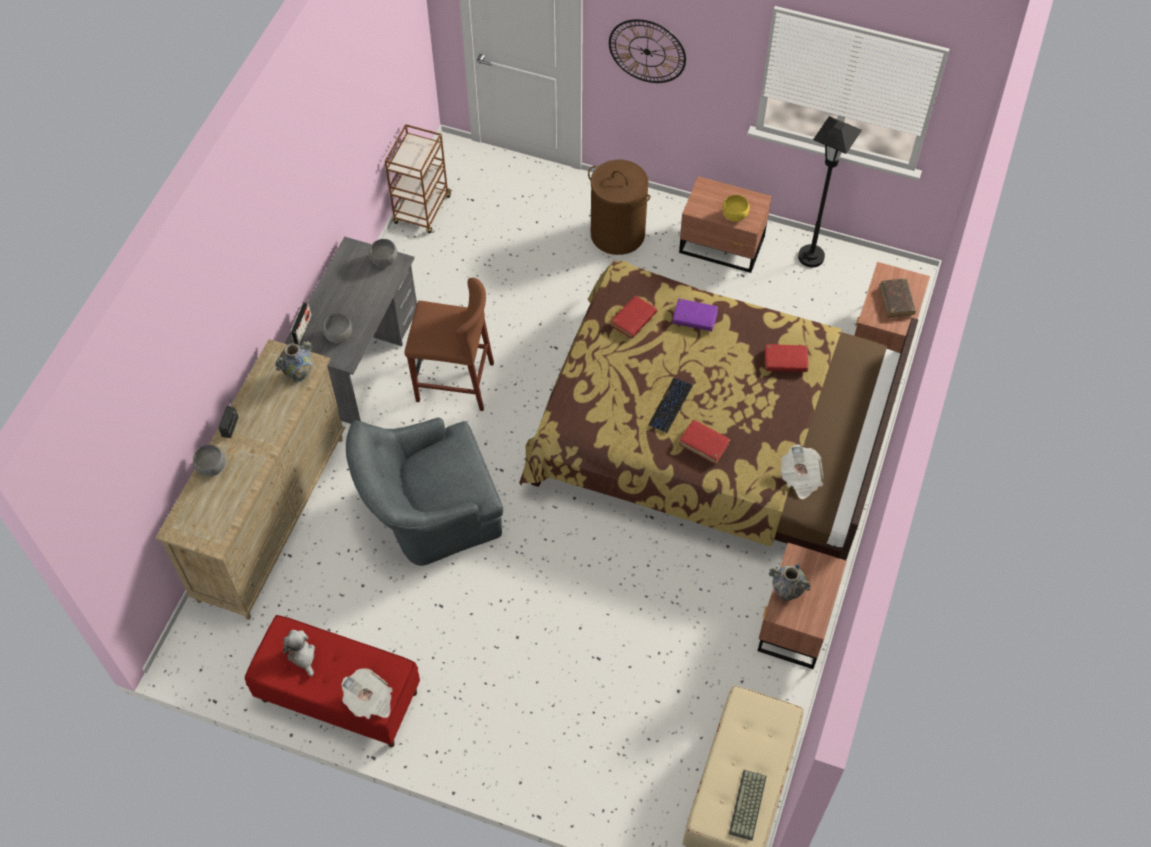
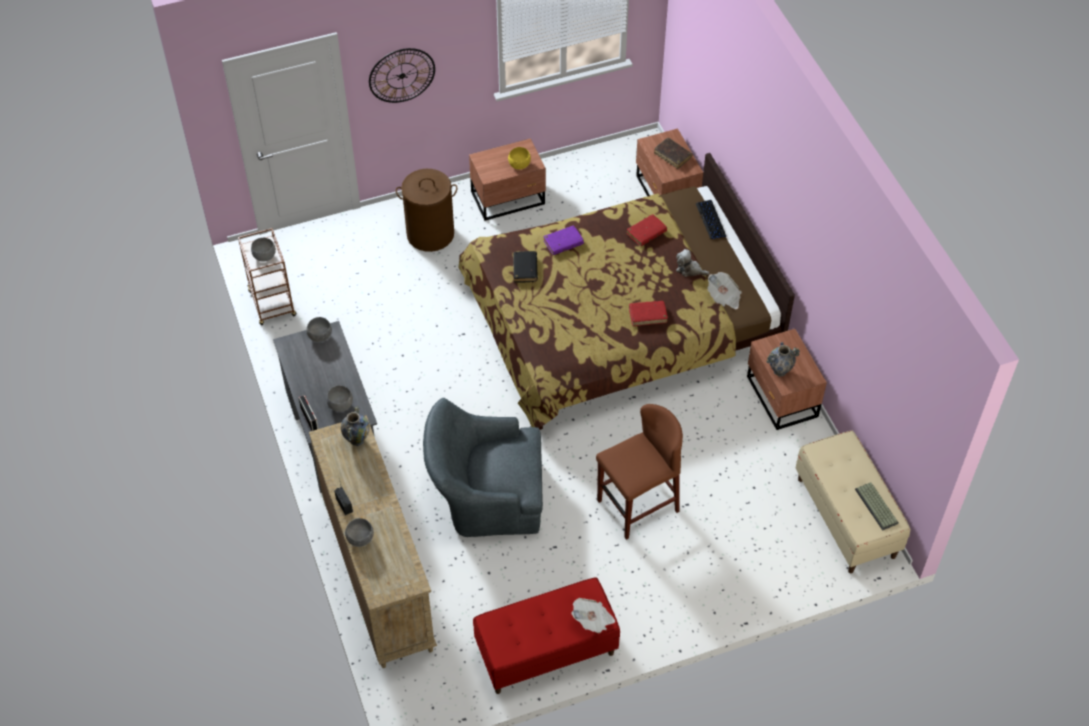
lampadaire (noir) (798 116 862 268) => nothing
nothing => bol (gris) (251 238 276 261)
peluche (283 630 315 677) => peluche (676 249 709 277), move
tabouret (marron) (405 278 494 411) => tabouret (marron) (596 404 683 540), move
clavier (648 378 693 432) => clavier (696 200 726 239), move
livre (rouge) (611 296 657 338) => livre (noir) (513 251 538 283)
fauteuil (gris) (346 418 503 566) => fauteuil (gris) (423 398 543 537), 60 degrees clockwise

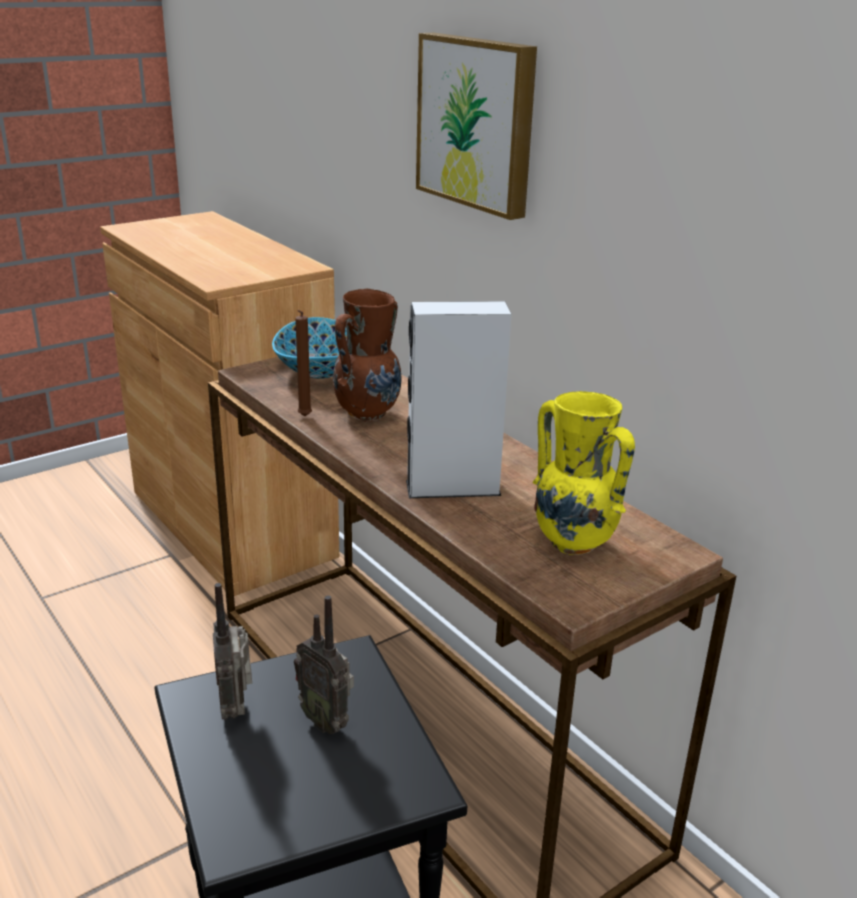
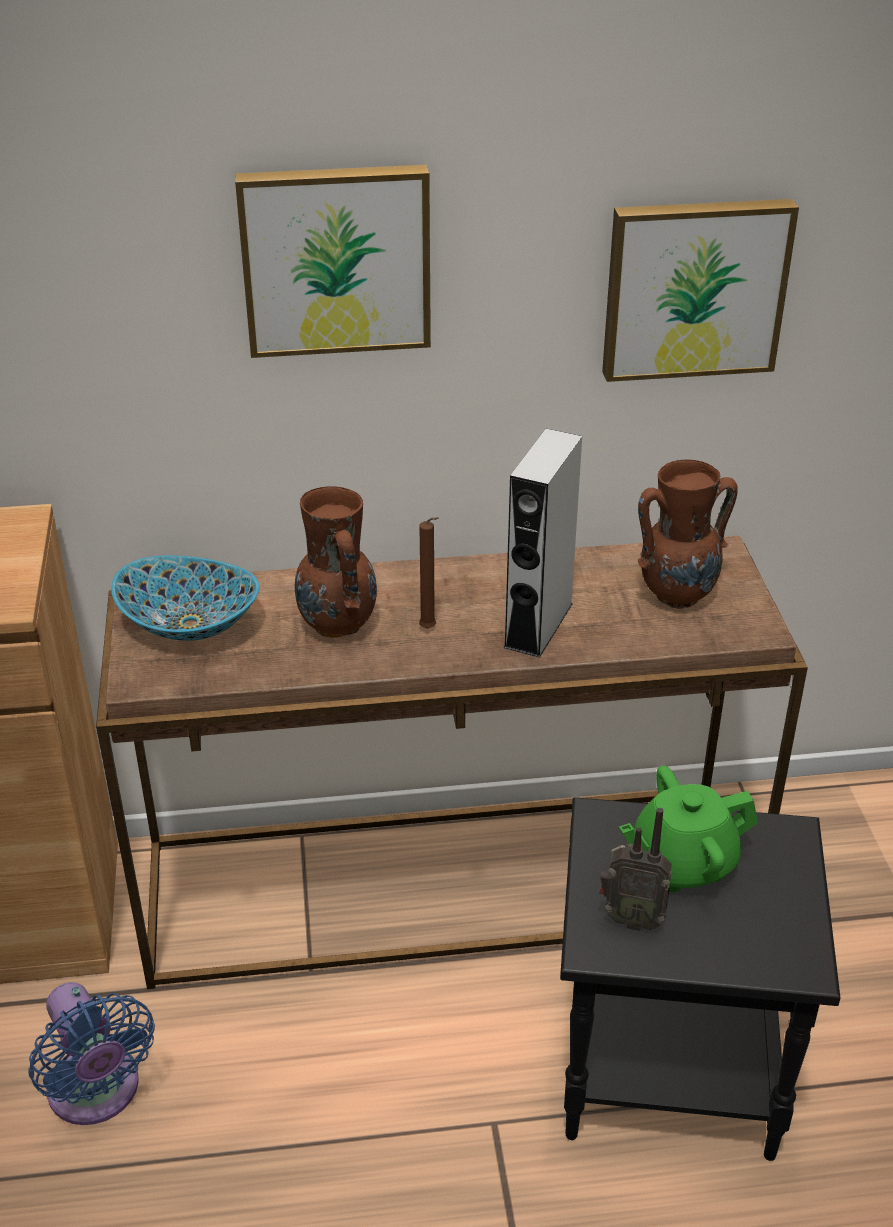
nothing => ventilateur (bleu) (28 982 155 1125)
nothing => tableau (602 199 799 382)
bougie (marron) (295 310 312 416) => bougie (marron) (419 517 439 629), move
radio (294 595 354 734) => théière (vert) (619 766 758 892)
vase (jaune) (533 391 635 555) => vase (marron) (638 460 738 609)

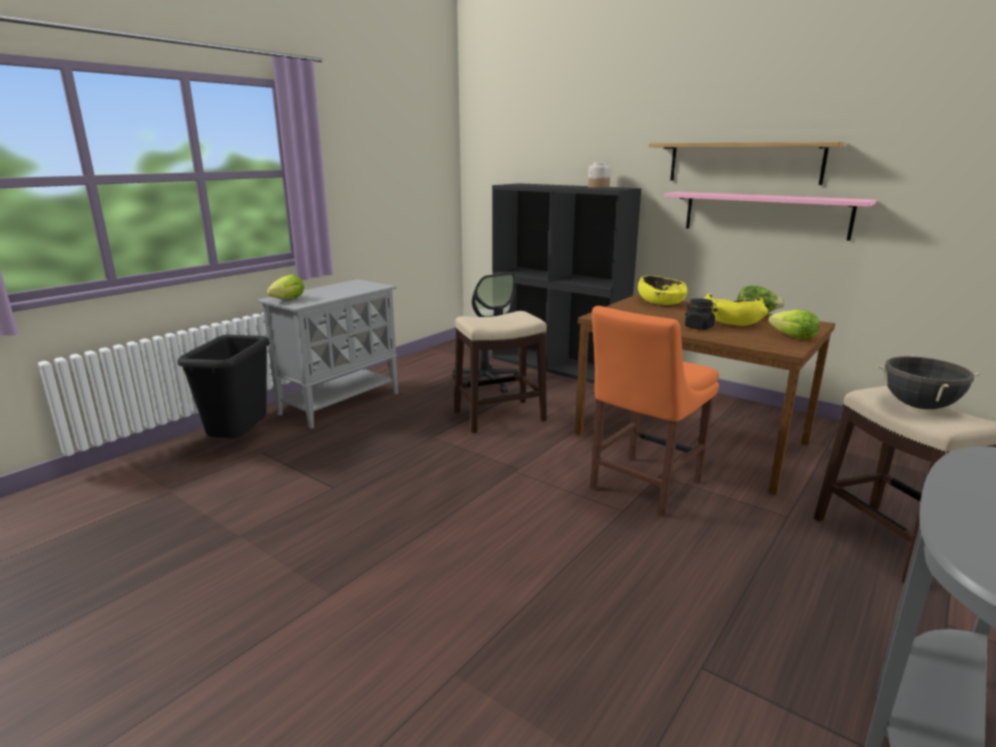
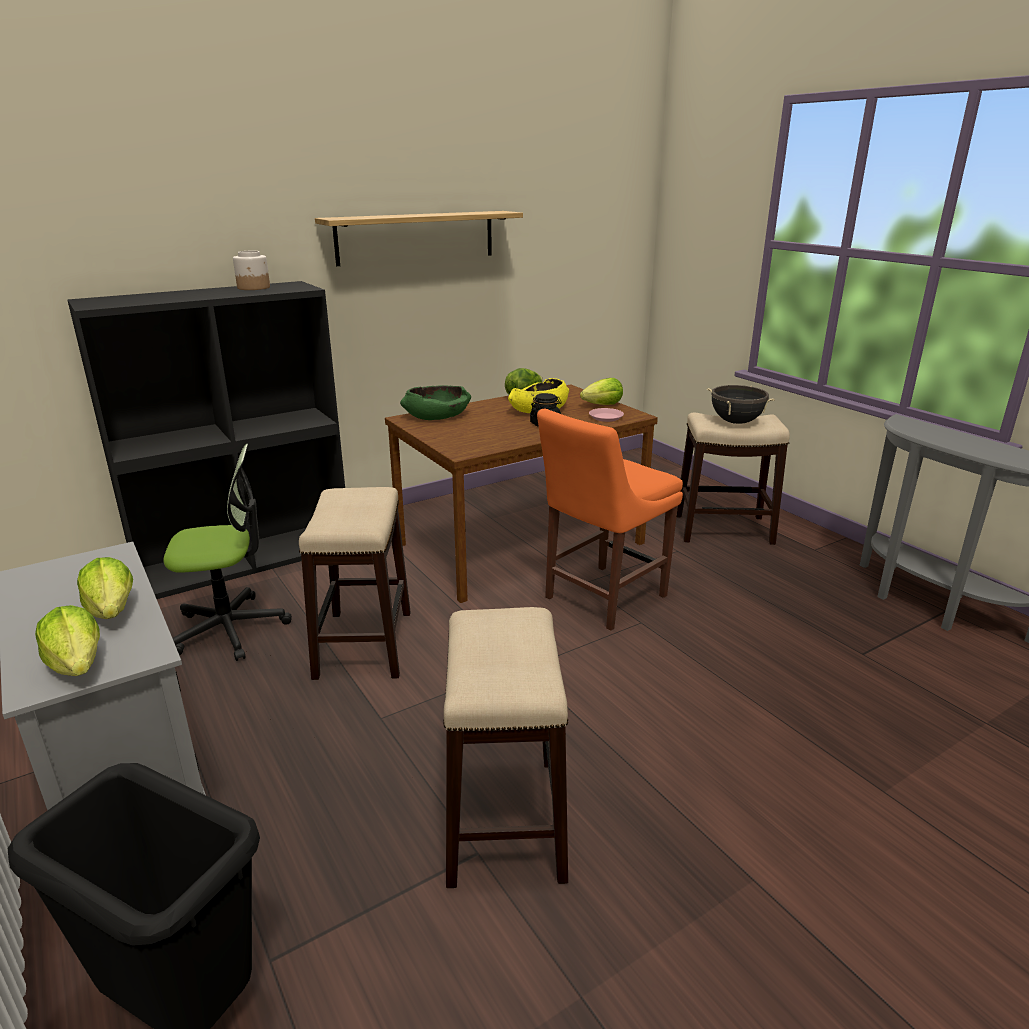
étagère (rose) (664 192 876 241) => nothing
nothing => laitue (77 557 133 619)
nothing => tabouret (443 607 568 888)
nothing => assiette (rose) (589 408 624 422)
bol (jaune) (638 275 687 305) => bol (vert) (400 385 471 420)
chaise (orange) (590 306 719 517) => chaise (orange) (537 409 683 631), 75 degrees clockwise

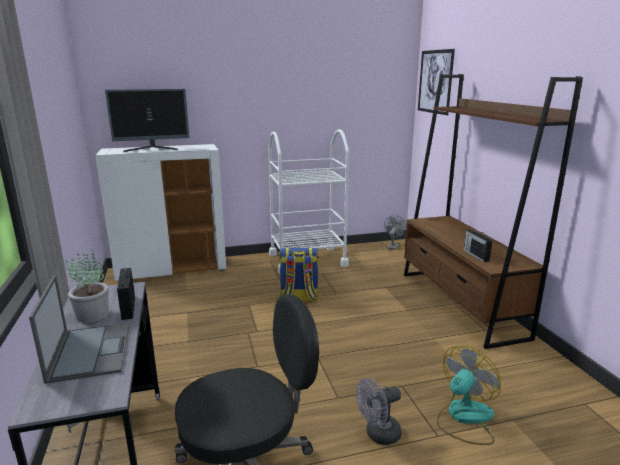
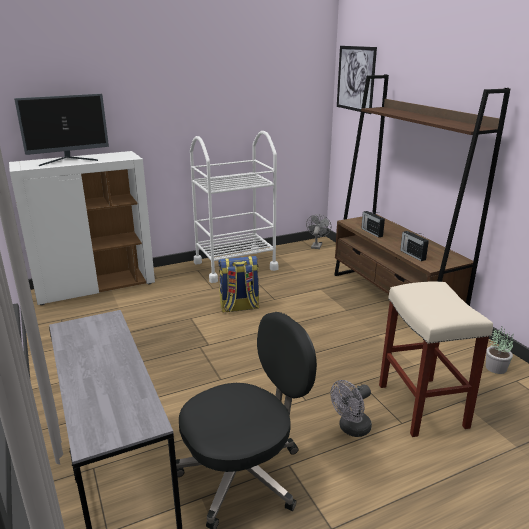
ordinateur portable (29 275 130 384) => nothing
plante en pot (66 253 109 323) => plante en pot (486 326 514 374), move
radio (117 268 135 320) => radio (361 211 385 238), move
ventilateur (437 346 501 445) => tabouret (beige) (379 281 493 437)

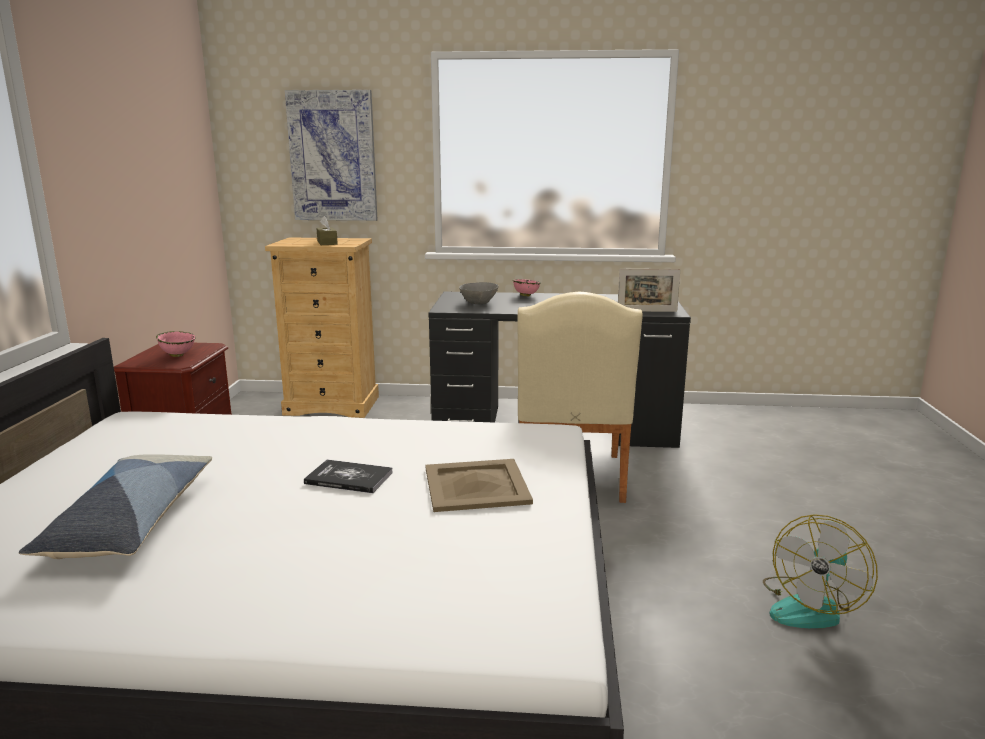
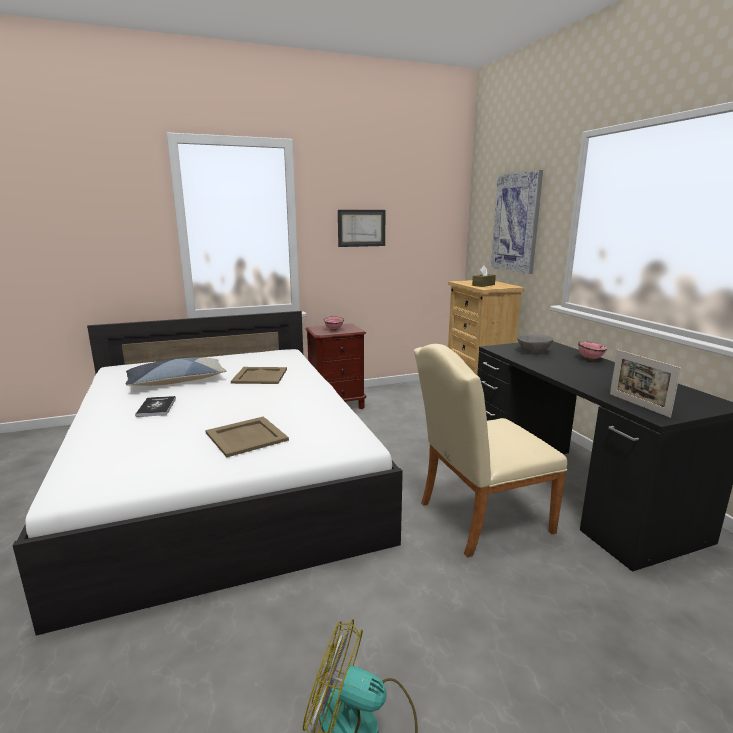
nothing => plateau (beige) (231 367 287 384)
nothing => tableau (338 210 386 247)
livre (304 460 393 493) => livre (135 396 176 417), move

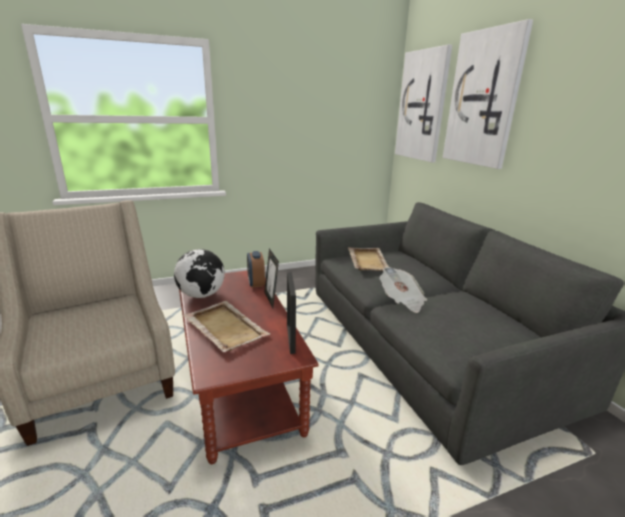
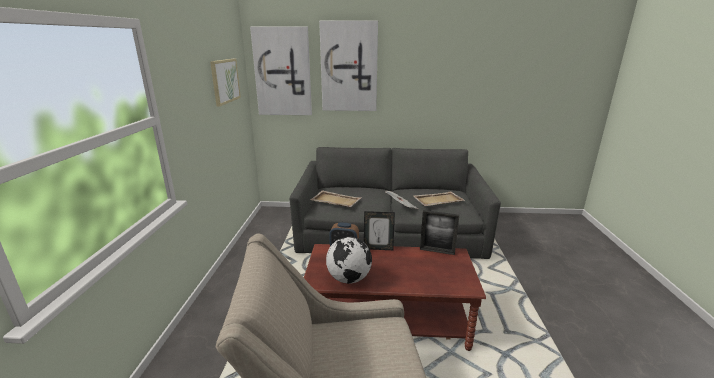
nothing => tableau (210 59 241 106)
plateau (beige) (183 301 271 352) => plateau (beige) (413 191 465 206), move

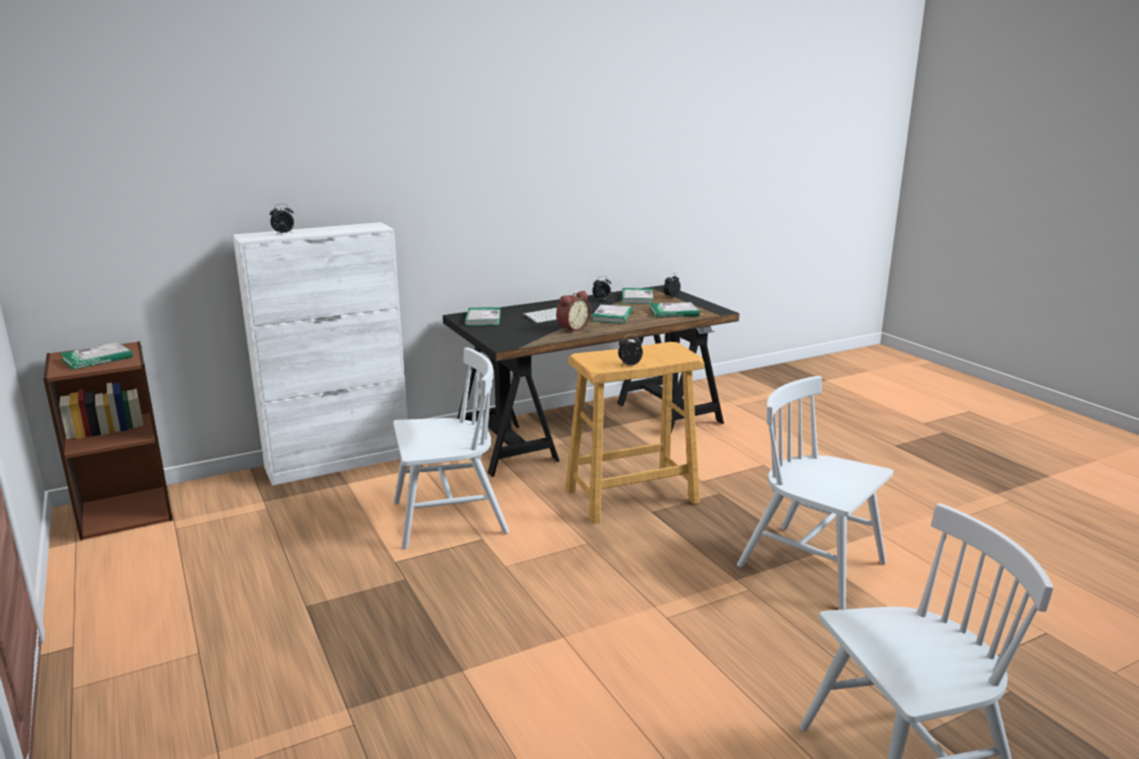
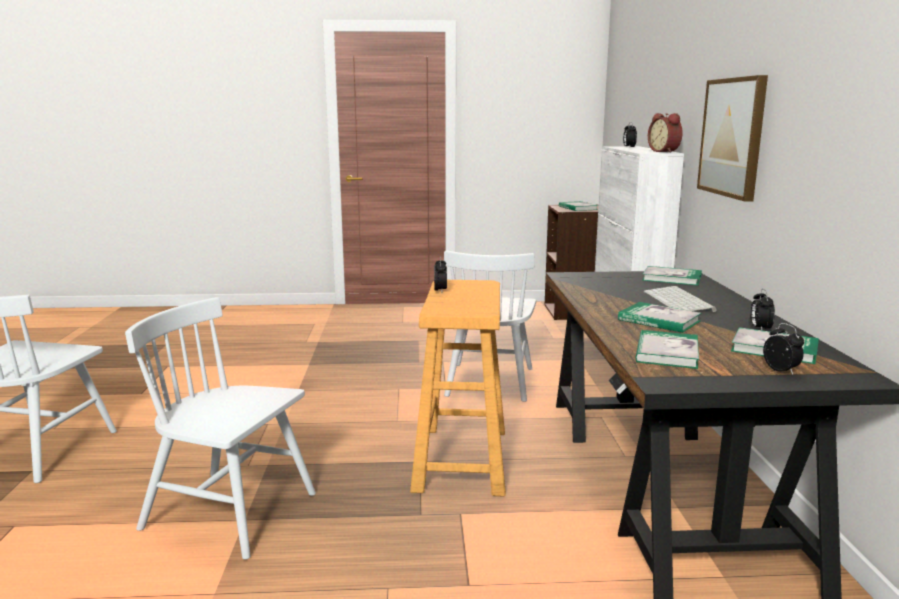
nothing => tableau (697 75 768 202)
réveil (556 291 591 333) => réveil (648 113 683 153), move
chaise (blanc) (737 376 893 610) => chaise (blanc) (125 297 316 560), 135 degrees counterclockwise

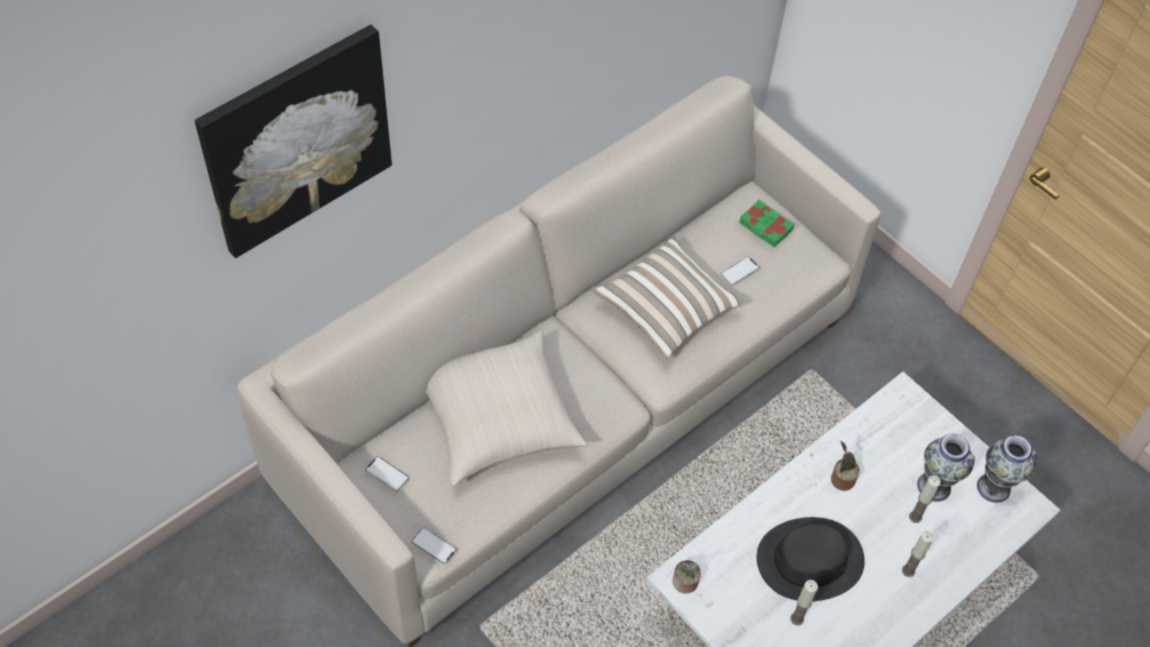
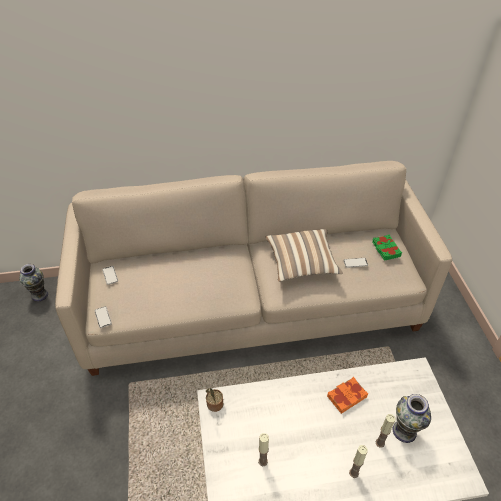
tableau (195 25 392 258) => nothing
coussin (beige) (426 330 588 486) => nothing
chapeau (noir) (757 517 865 601) => nothing
vase (977 435 1037 503) => vase (19 264 48 302), move
plante en pot (831 441 860 491) => livre (orange) (327 377 368 414)

